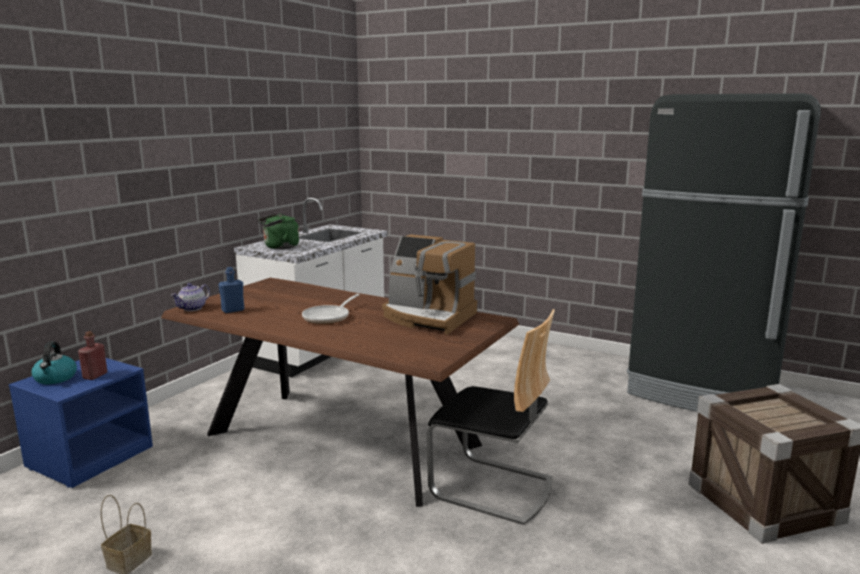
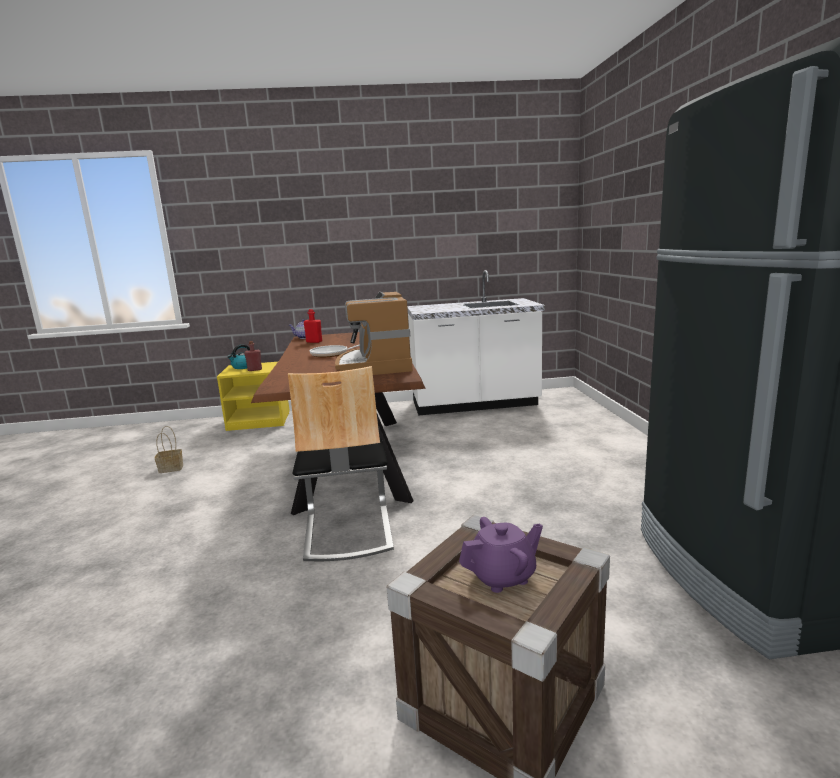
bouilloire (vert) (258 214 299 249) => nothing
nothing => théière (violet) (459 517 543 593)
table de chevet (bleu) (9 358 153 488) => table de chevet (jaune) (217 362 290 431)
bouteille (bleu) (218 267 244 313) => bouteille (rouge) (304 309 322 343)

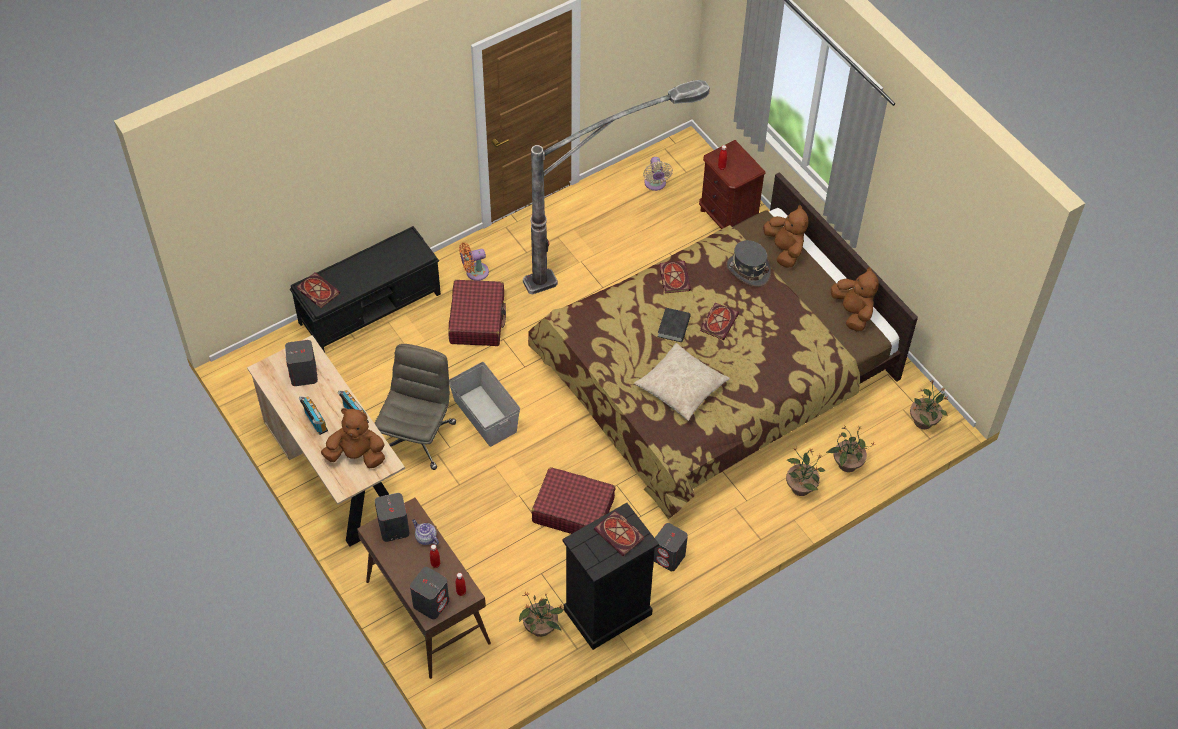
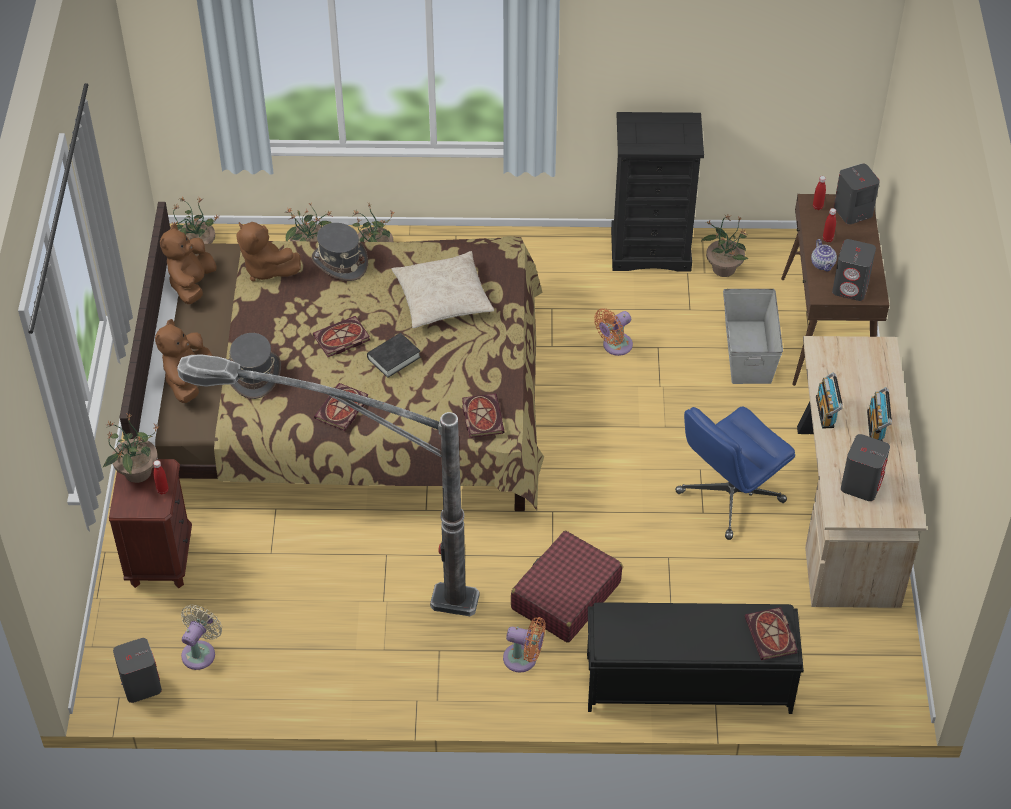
nothing => plante en pot (102 413 158 483)
nothing => chapeau (gris) (311 223 368 281)
peluche (marron) (321 408 385 469) => peluche (marron) (236 222 301 281), move
boîte de rangement (gris) (449 362 520 447) => boîte de rangement (gris) (723 289 783 384), move
livre (594 511 644 556) => livre (462 393 505 438), move
enceinte (gris) (654 523 688 571) => enceinte (gris) (113 638 162 703), move
valise (rouge) (532 467 615 534) => ventilateur (orange) (594 308 633 356)
chaise de bureau (gris) (374 344 456 470) => chaise de bureau (bleu) (675 406 795 540)

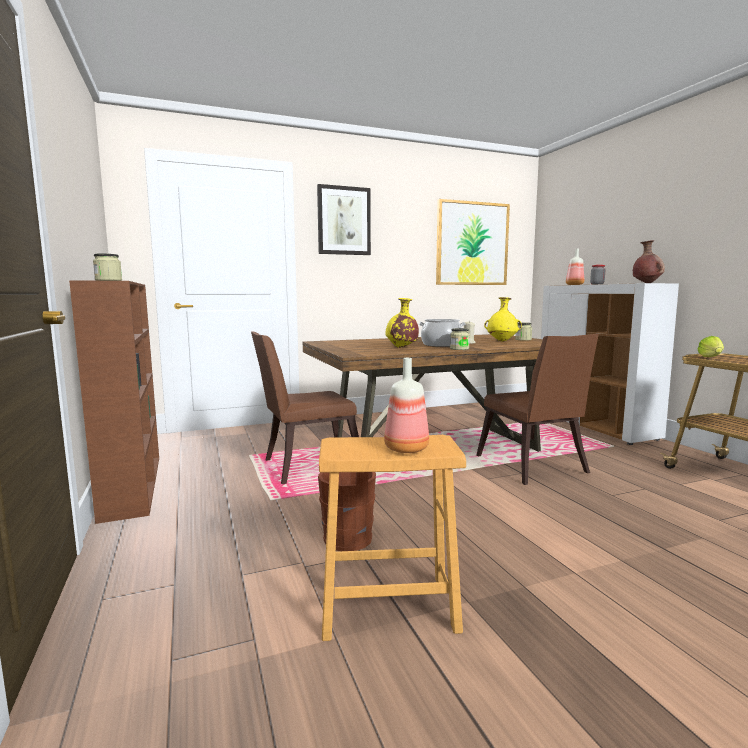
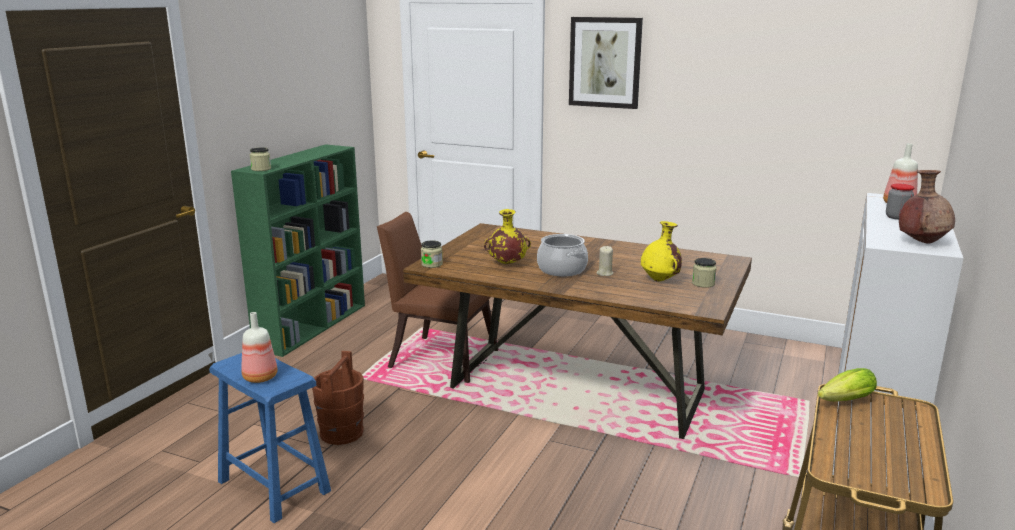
tableau (436 199 510 285) => nothing
chaise (marron) (476 334 599 485) => nothing
bocal (450 328 470 350) => bocal (421 241 443 268), move
bibliothèque (marron) (69 280 159 524) => bibliothèque (vert) (231 144 365 357)
tabouret (marron) (319 435 466 641) => tabouret (bleu) (209 353 331 523)

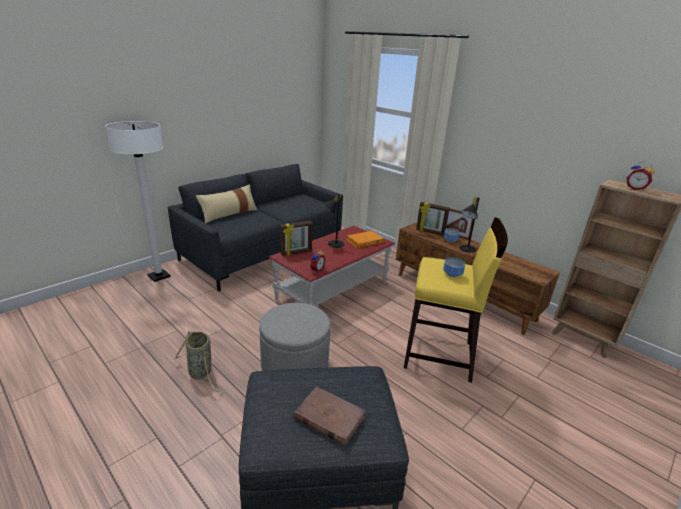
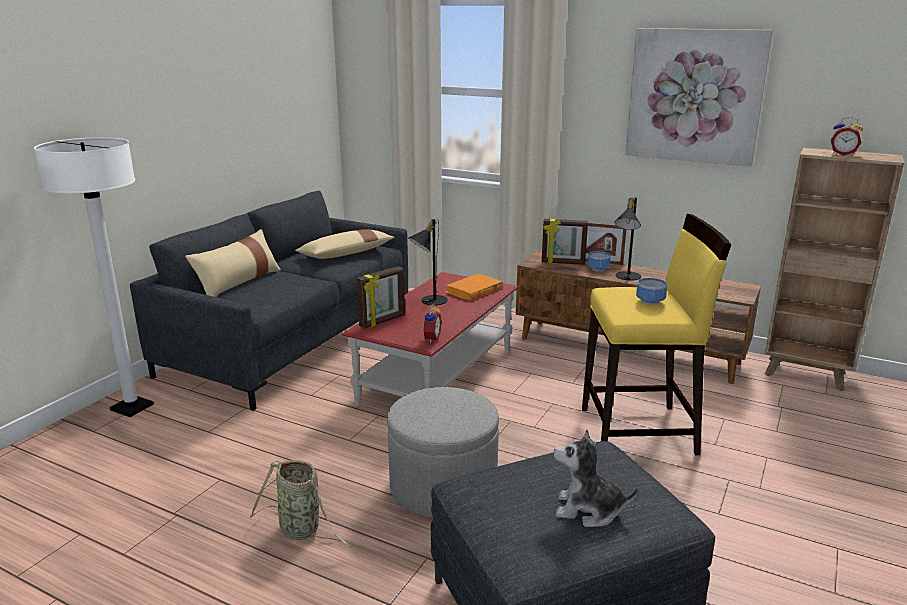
nothing => coussin (beige) (295 229 395 259)
nothing => tableau (625 28 773 166)
livre (marron) (293 387 366 446) => peluche (554 430 639 527)

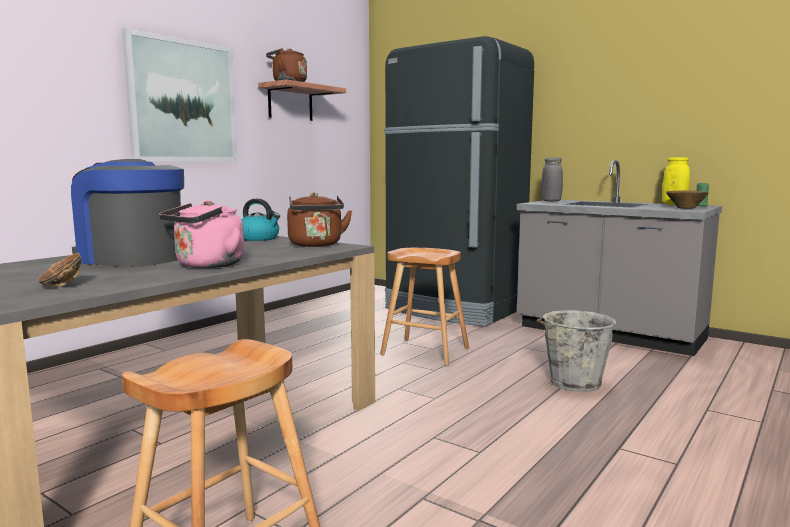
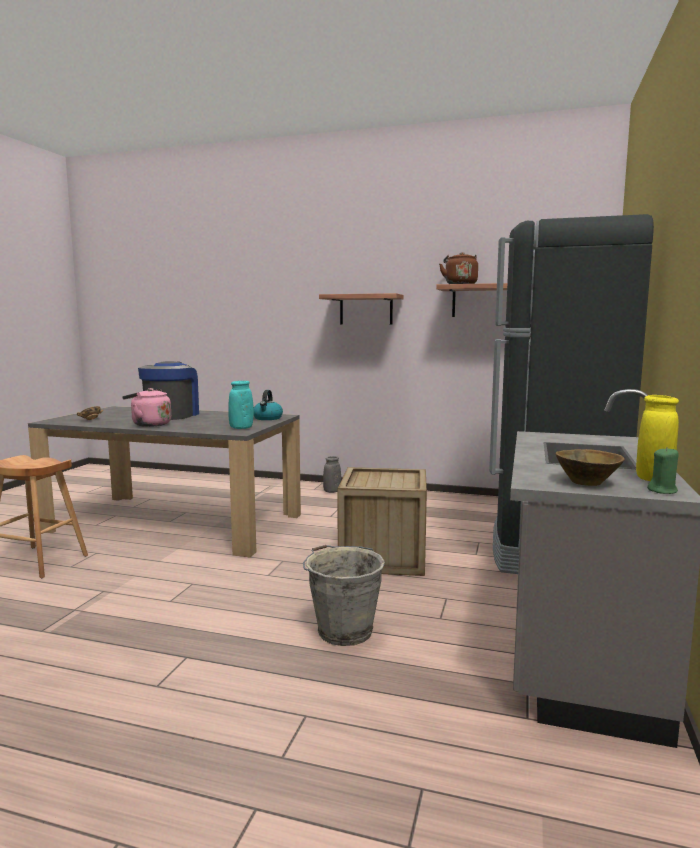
vase (gris) (541 158 563 202) => vase (gris) (323 456 341 493), move
tableau (122 28 238 162) => étagère (319 293 403 325)
bouilloire (marron) (287 193 352 247) => vase (turquoise) (228 381 254 429)
tabouret (marron) (380 248 469 366) => caisse (337 467 427 576)

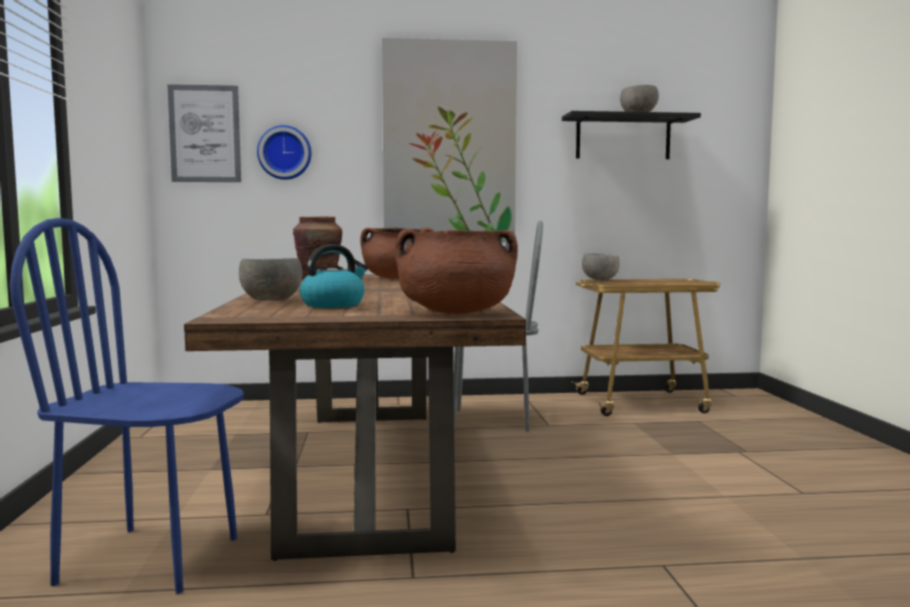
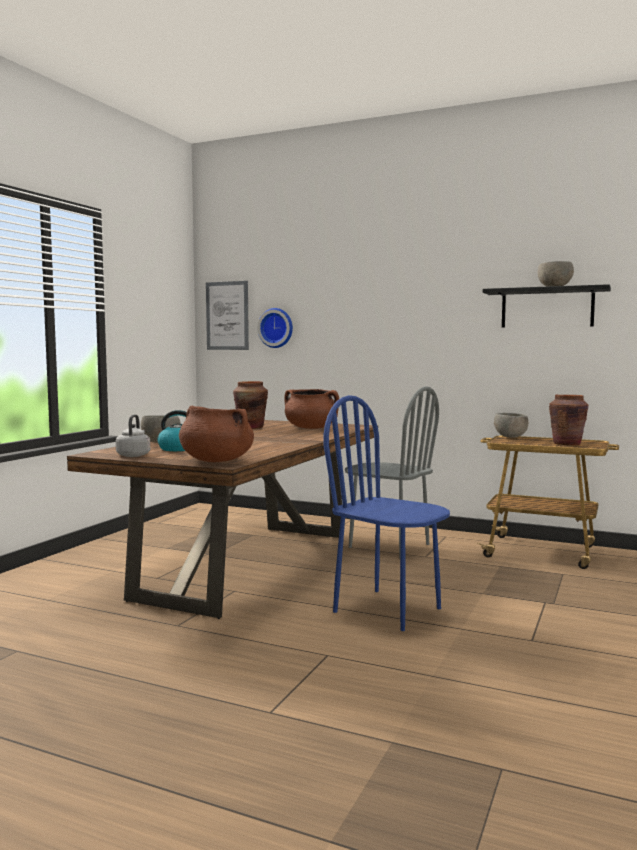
tableau (382 38 517 243) => nothing
nothing => bouilloire (gris) (116 414 150 457)
nothing => vase (marron) (549 395 588 445)
chaise (bleu) (10 218 244 594) => chaise (bleu) (323 395 450 631), move

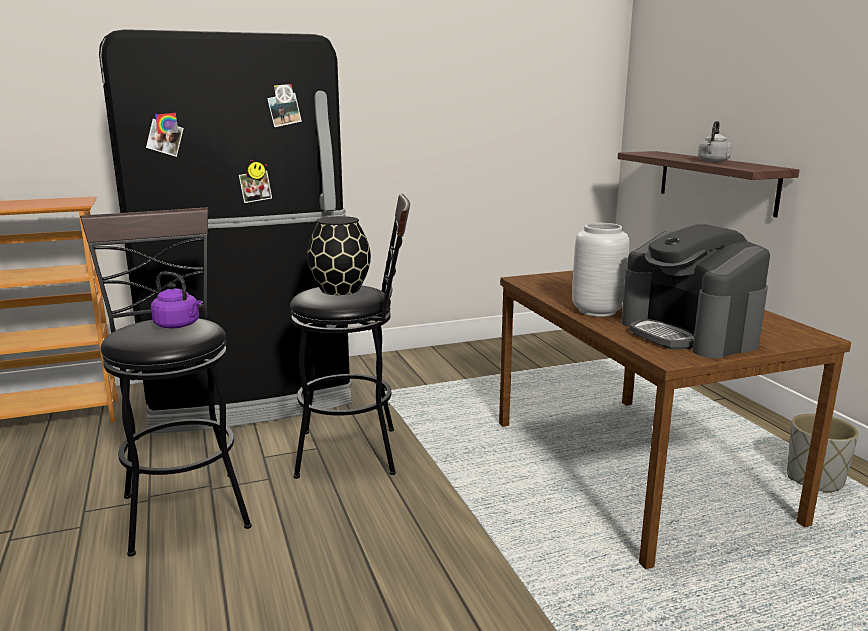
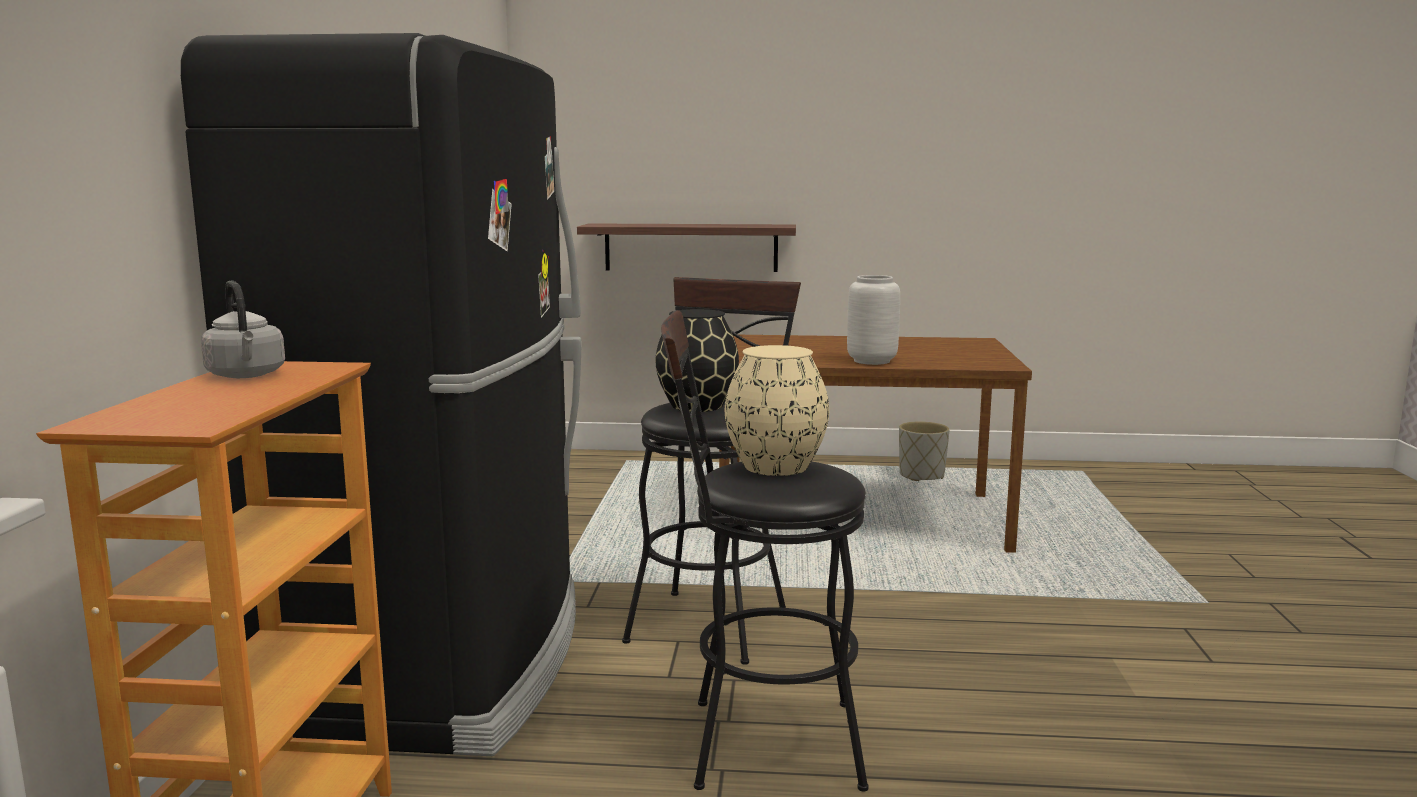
machine à café (621 225 770 358) => nothing
bouilloire (gris) (698 121 732 162) => bouilloire (gris) (201 281 285 378), move
bouilloire (violet) (151 272 202 328) => vase (beige) (725 345 829 476)

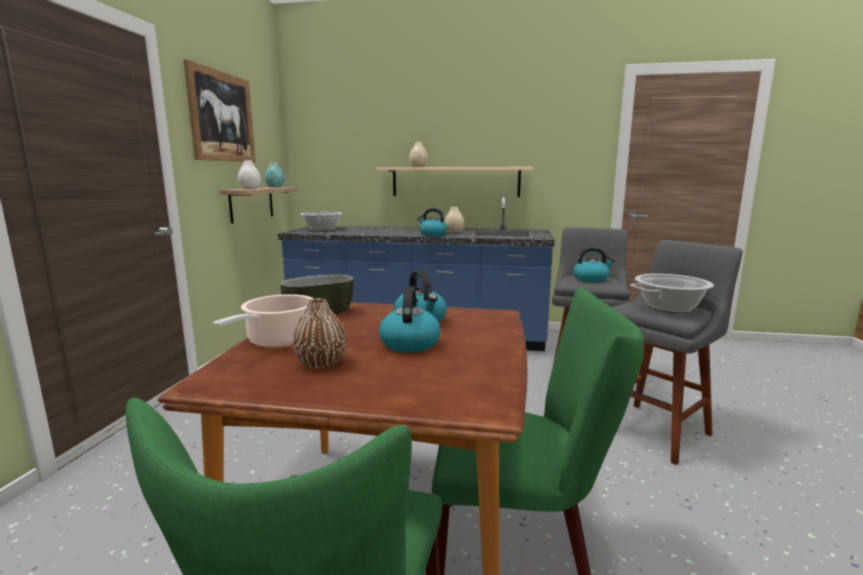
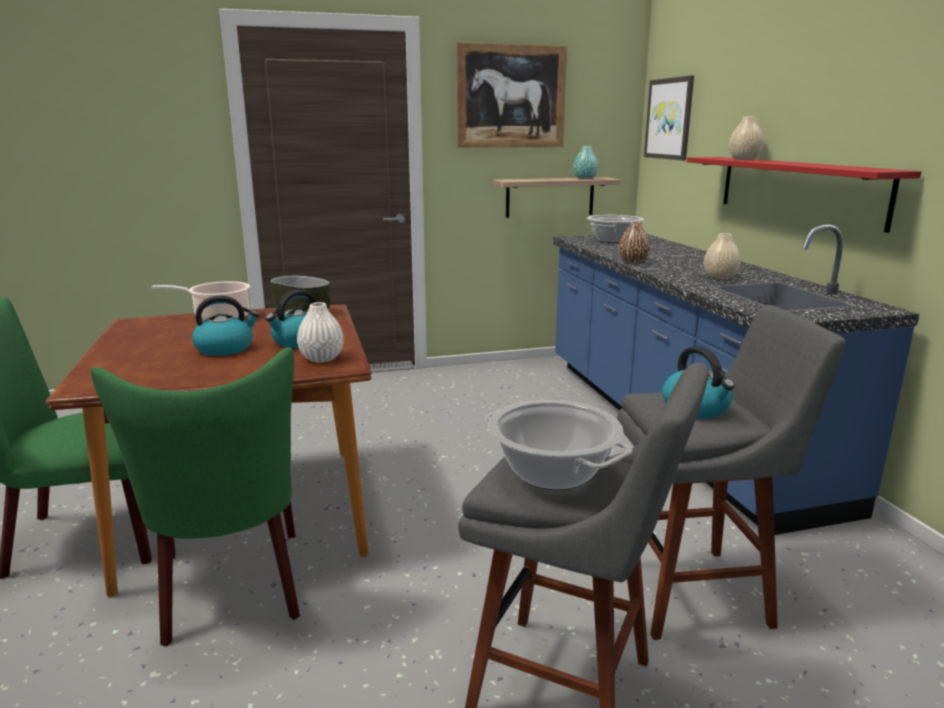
bouilloire (417 208 448 236) => nothing
nothing => tableau (644 75 694 160)
vase (blanc) (238 161 261 189) => vase (blanc) (297 302 344 363), move
vase (marron) (293 298 347 369) => vase (marron) (618 222 651 263), move
étagère (beige) (377 167 533 197) => étagère (rouge) (687 157 922 233)

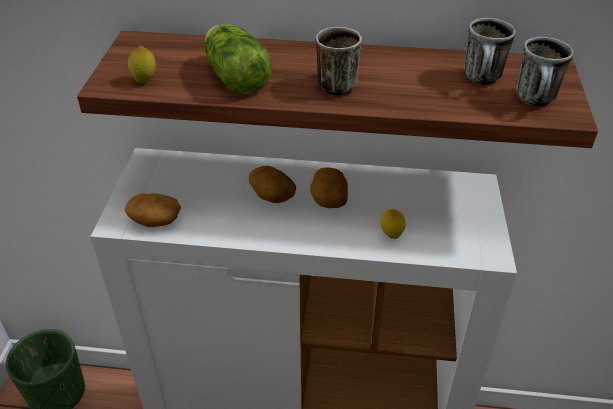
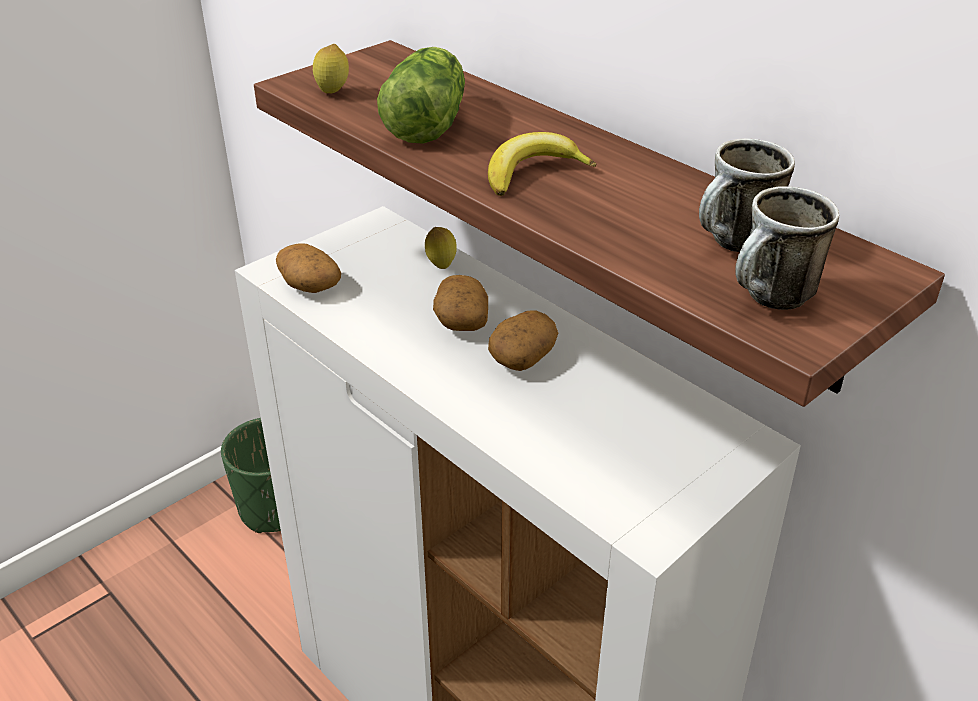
citron (381 209 406 239) => citron (425 227 457 269), move
mug (316 27 362 96) => banane (488 132 596 196)

